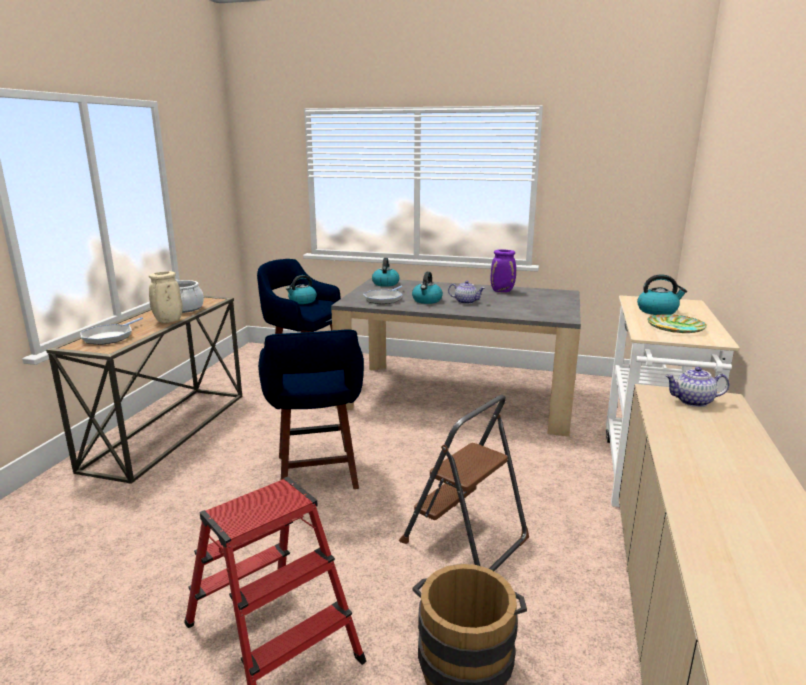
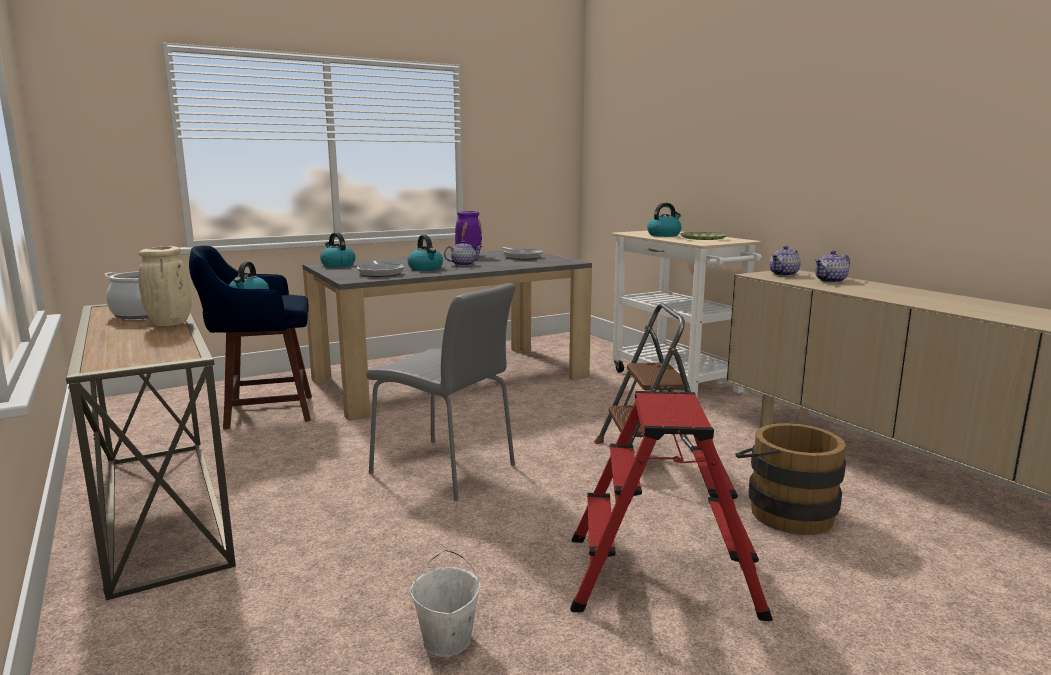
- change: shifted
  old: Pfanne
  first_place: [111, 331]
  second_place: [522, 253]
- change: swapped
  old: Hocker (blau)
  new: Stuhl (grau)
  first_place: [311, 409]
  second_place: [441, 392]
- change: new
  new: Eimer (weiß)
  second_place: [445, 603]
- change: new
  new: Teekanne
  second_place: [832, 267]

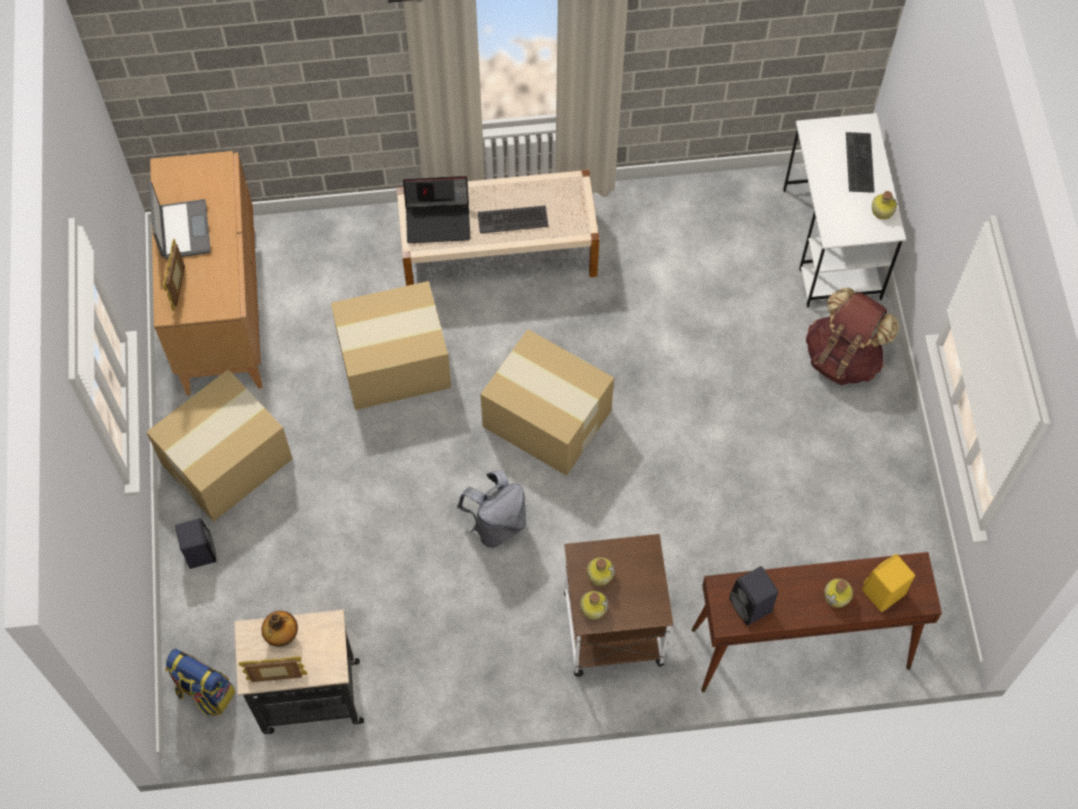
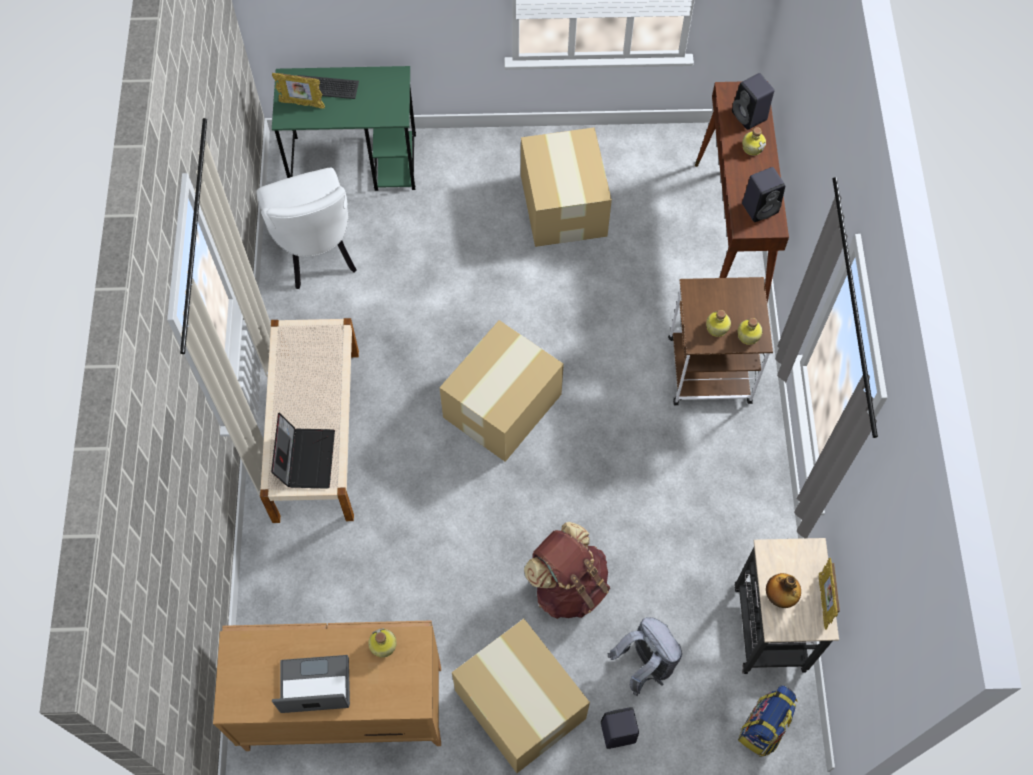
- change: shifted
  old: Bilderrahmen
  first_place: [174, 275]
  second_place: [298, 90]
- change: shifted
  old: Karton
  first_place: [391, 345]
  second_place: [566, 187]
- change: shifted
  old: Rucksack (grau)
  first_place: [491, 509]
  second_place: [645, 657]
- change: gone
  old: Tastatur
  first_place: [513, 219]
- change: repainted
  old: Schreibtisch (weiß)
  new: Schreibtisch (grün)
  first_place: [844, 210]
  second_place: [344, 128]
- change: shifted
  old: Rucksack (braun)
  first_place: [852, 336]
  second_place: [567, 570]
- change: repainted
  old: Lautsprecher (gelb)
  new: Lautsprecher (schwarz)
  first_place: [888, 583]
  second_place: [753, 101]
- change: shifted
  old: Flasche
  first_place: [884, 205]
  second_place: [382, 643]
- change: new
  new: Stuhl (weiß)
  second_place: [306, 228]

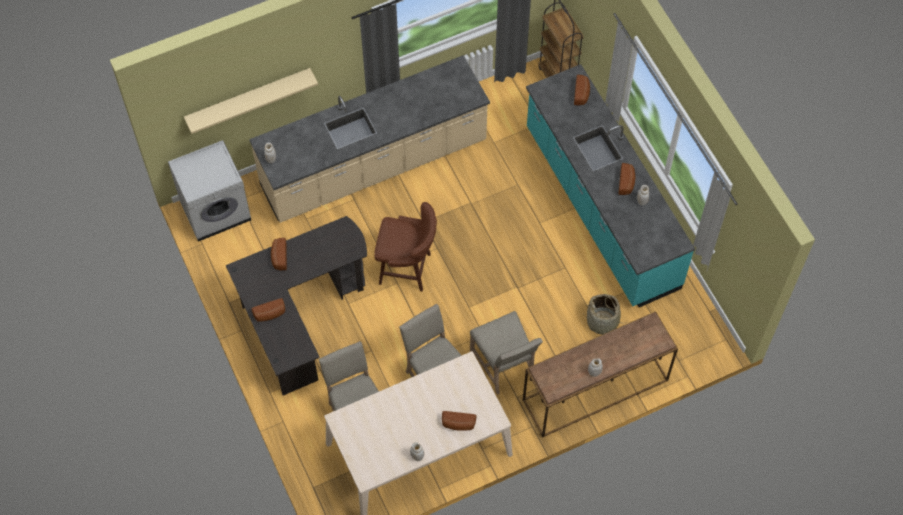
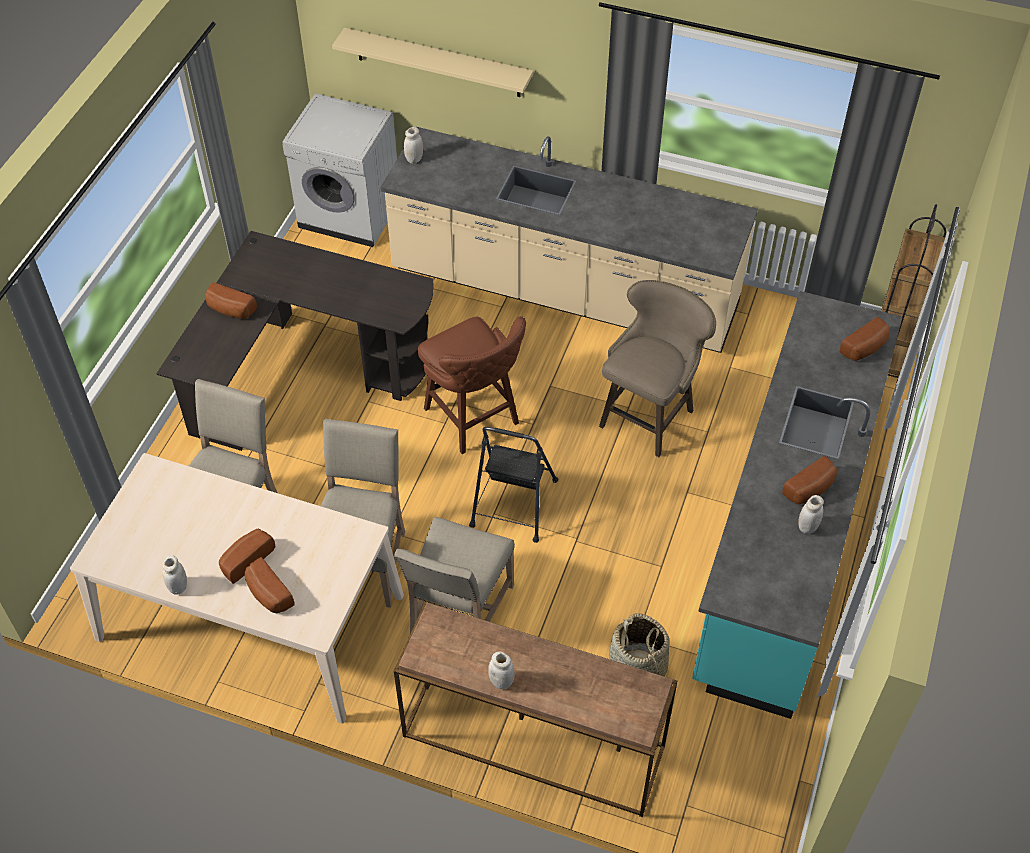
- change: shifted
  old: Brot
  first_place: [279, 254]
  second_place: [247, 556]
- change: new
  new: Trittleiter (schwarz)
  second_place: [514, 485]
- change: new
  new: Hocker (beige)
  second_place: [657, 368]

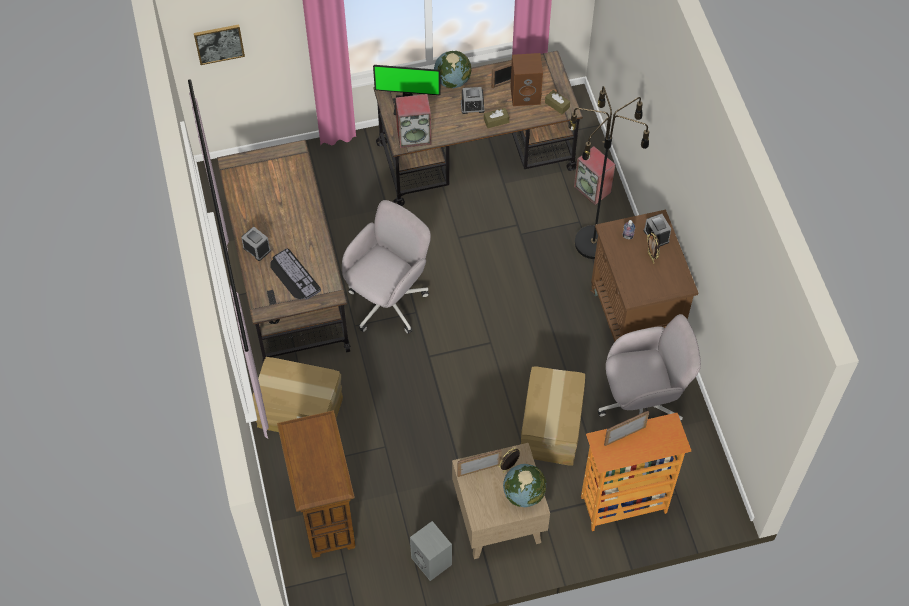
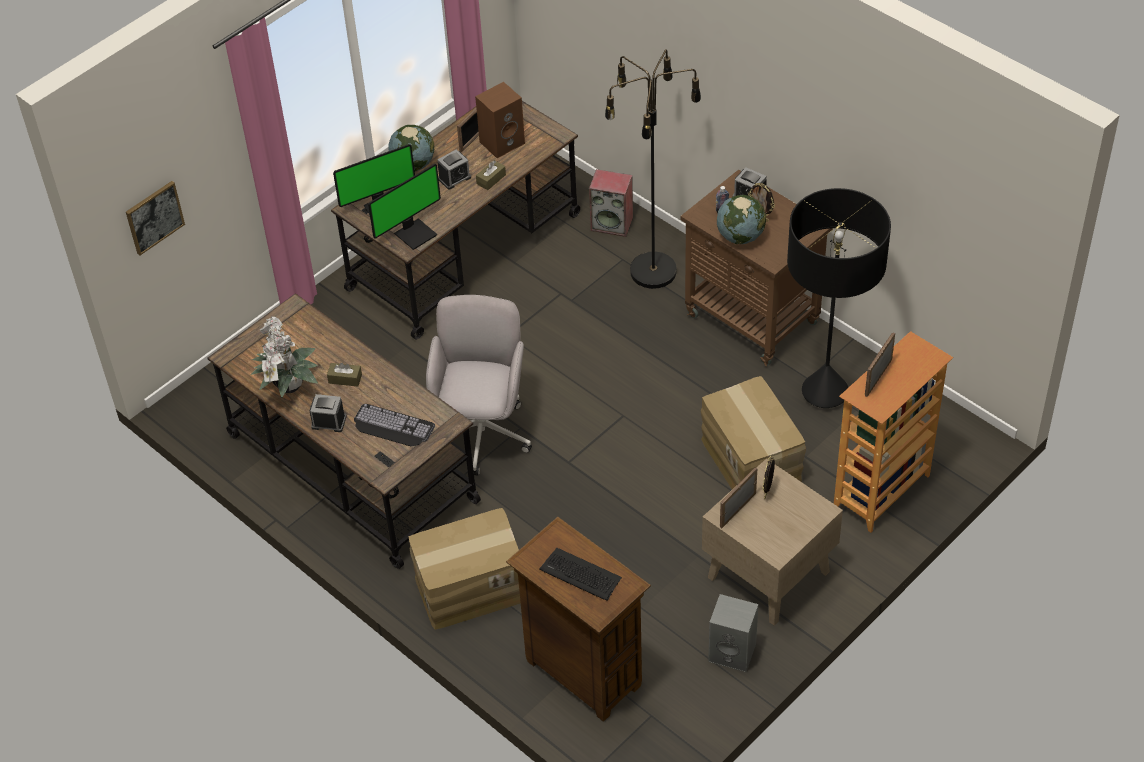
- change: swapped
  old: Lautsprecher
  new: Monitor
  first_place: [413, 121]
  second_place: [404, 207]
- change: shifted
  old: Globus
  first_place: [524, 485]
  second_place: [741, 220]
- change: shifted
  old: Taschentuchbox (braun)
  first_place: [557, 102]
  second_place: [344, 375]
- change: swapped
  old: Bürostuhl (grau)
  new: Stehlampe (schwarz)
  first_place: [649, 368]
  second_place: [839, 298]
- change: new
  new: Topfpflanze
  second_place: [284, 357]
- change: new
  new: Tastatur
  second_place: [580, 574]

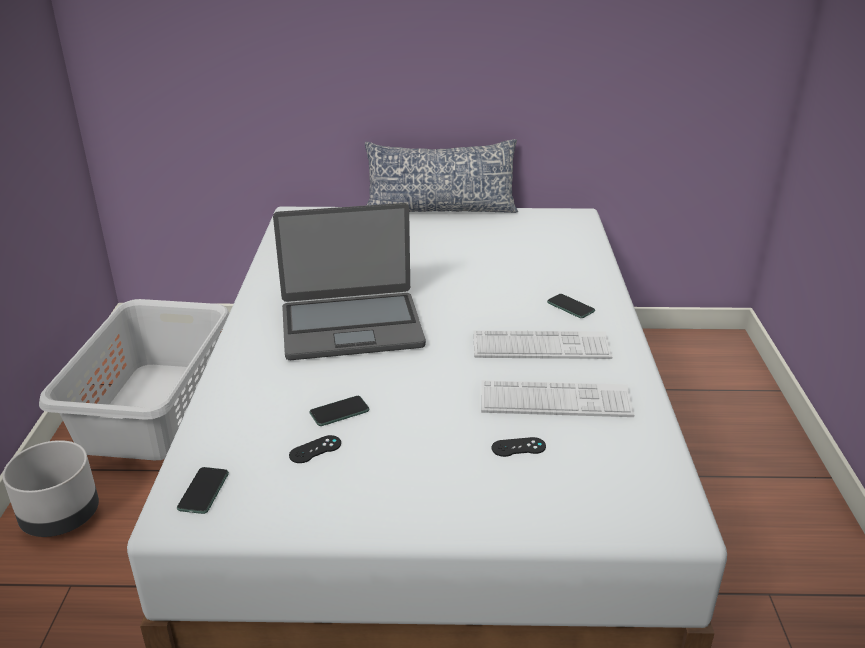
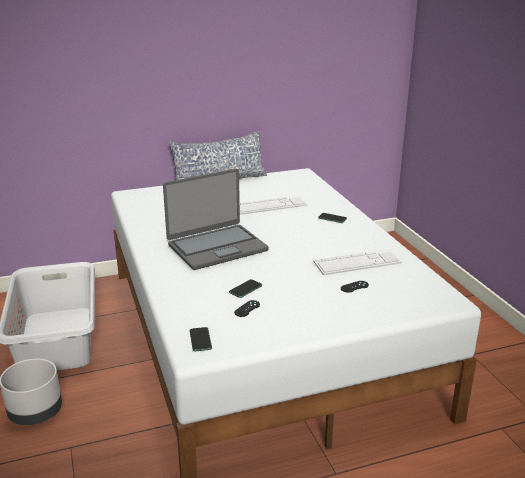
- change: shifted
  old: Tastatur
  first_place: [542, 344]
  second_place: [273, 205]

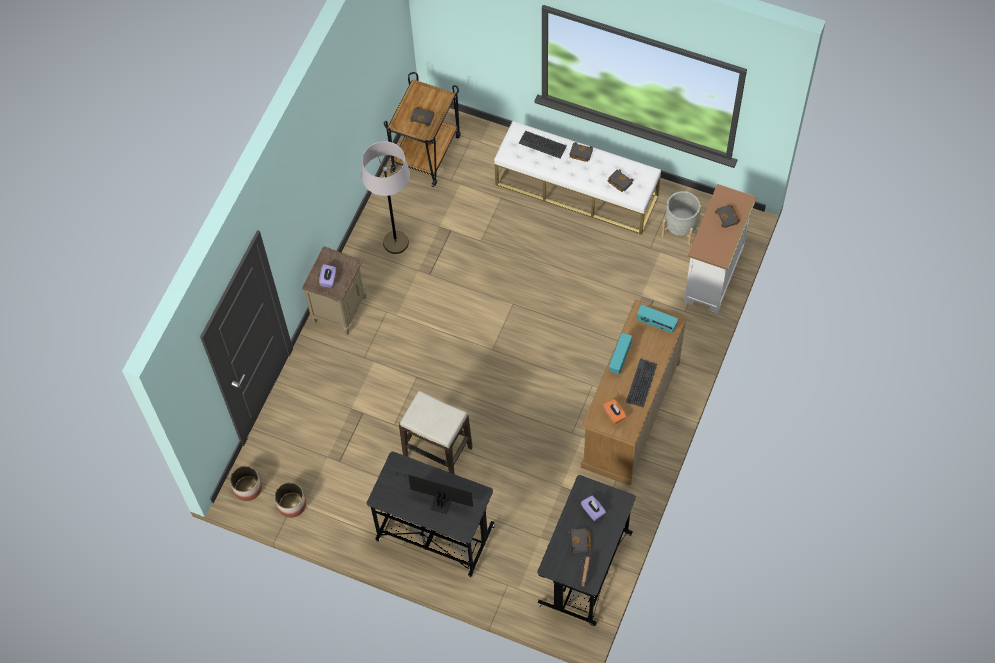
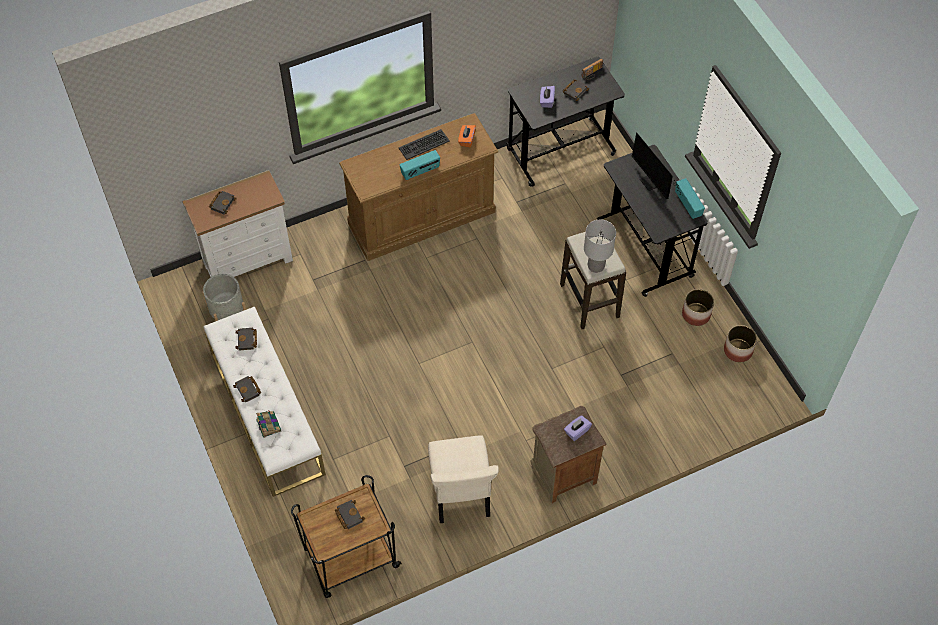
- change: shifted
  old: Pflanzkübel
  first_place: [246, 483]
  second_place: [698, 307]
- change: swapped
  old: Stehlampe (grau)
  new: Stuhl (beige)
  first_place: [386, 197]
  second_place: [463, 479]
- change: swapped
  old: Tastatur
  new: Buch
  first_place: [543, 144]
  second_place: [268, 424]
- change: shifted
  old: Radio
  first_place: [657, 318]
  second_place: [690, 198]
- change: new
  new: Tischlampe (grau)
  second_place: [600, 246]

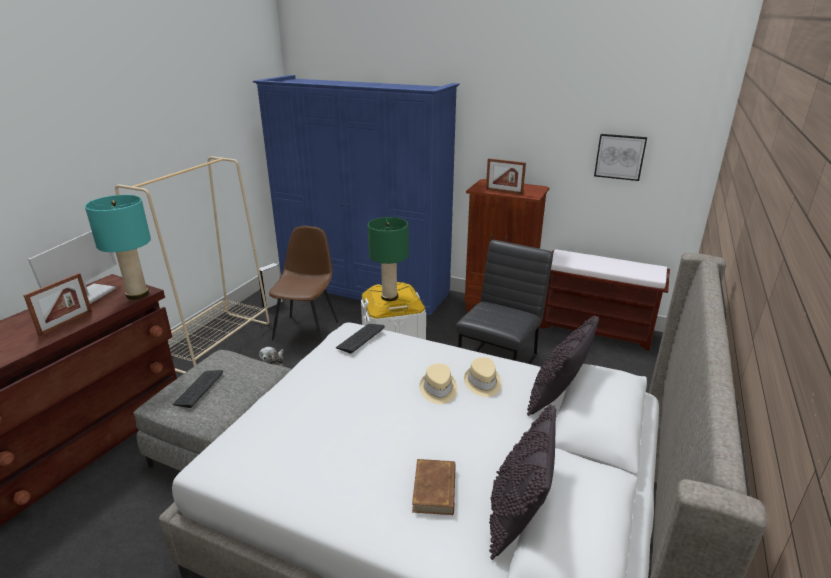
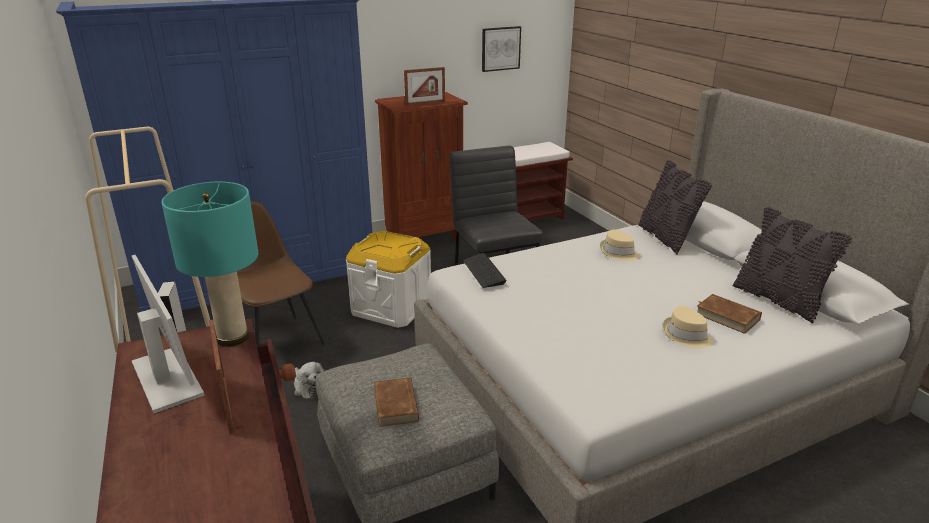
- change: swapped
  old: Tastatur
  new: Buch (braun)
  first_place: [198, 389]
  second_place: [396, 402]
- change: gone
  old: Tischlampe (grün)
  first_place: [388, 259]
- change: shifted
  old: Hut (beige)
  first_place: [438, 384]
  second_place: [688, 327]

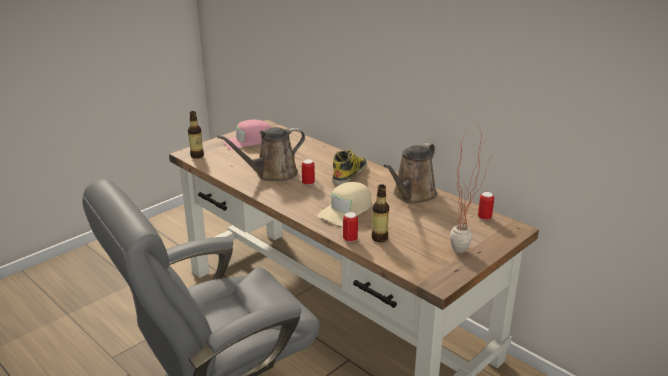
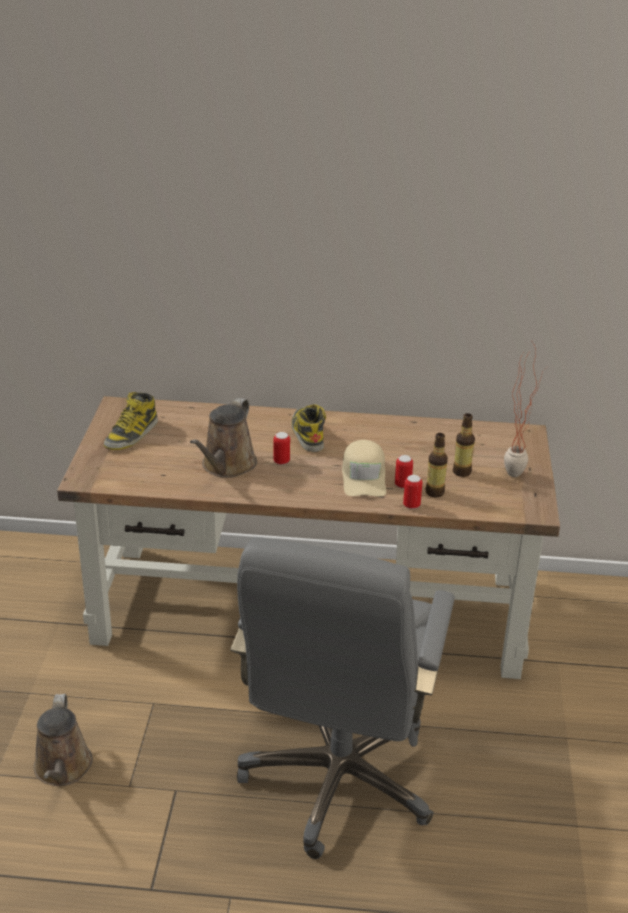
- change: shifted
  old: Flasche
  first_place: [196, 135]
  second_place: [464, 445]
- change: swapped
  old: Kappe (rosa)
  new: Stiefel
  first_place: [247, 135]
  second_place: [131, 421]
- change: shifted
  old: Gießkanne (braun)
  first_place: [410, 172]
  second_place: [63, 740]
- change: shifted
  old: Dose
  first_place: [486, 206]
  second_place: [404, 471]

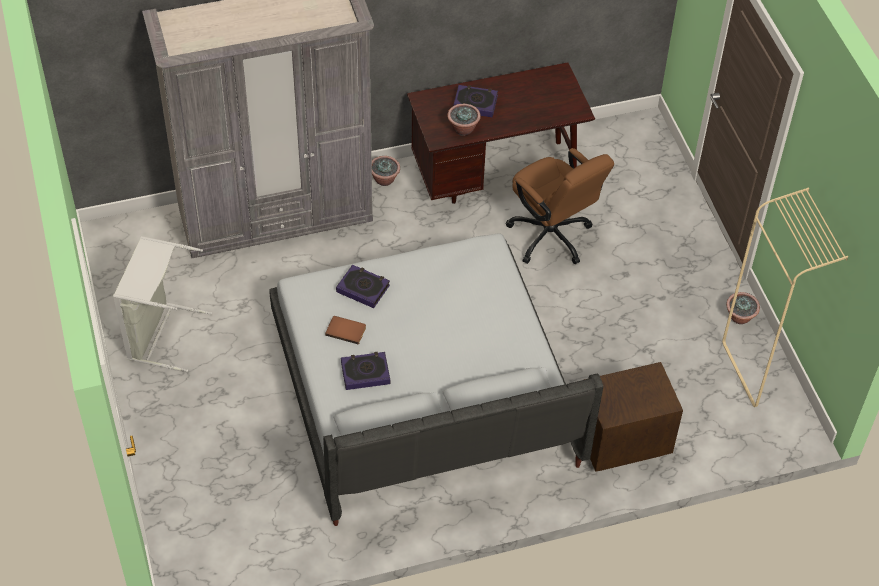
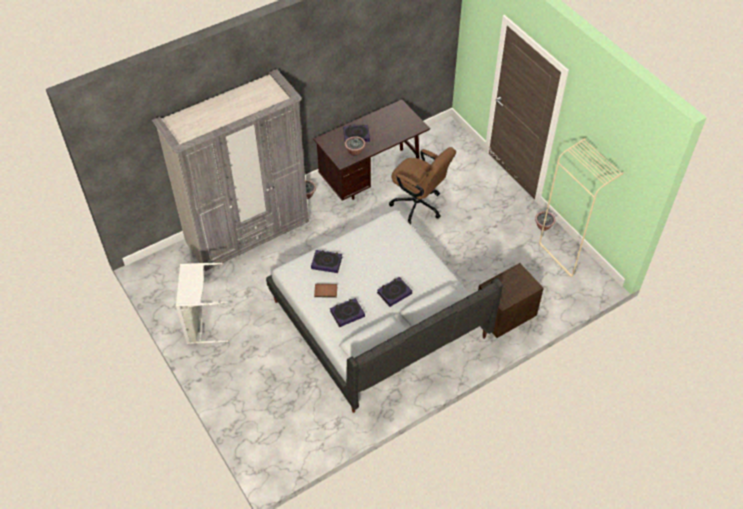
- change: new
  new: Buch
  second_place: [394, 292]

